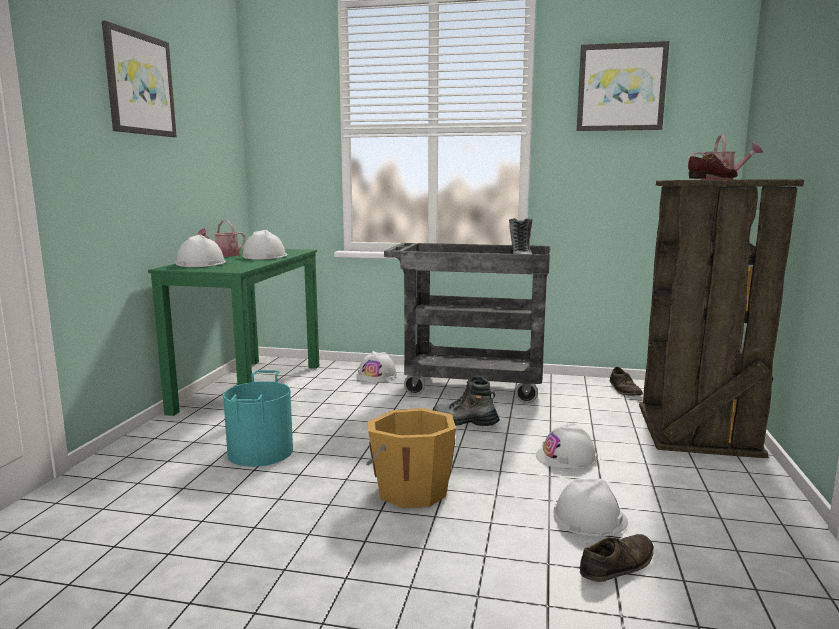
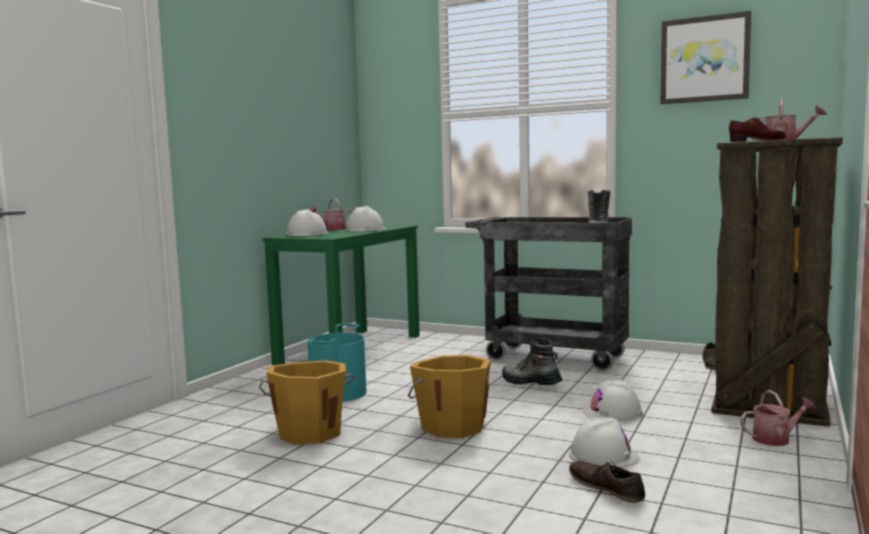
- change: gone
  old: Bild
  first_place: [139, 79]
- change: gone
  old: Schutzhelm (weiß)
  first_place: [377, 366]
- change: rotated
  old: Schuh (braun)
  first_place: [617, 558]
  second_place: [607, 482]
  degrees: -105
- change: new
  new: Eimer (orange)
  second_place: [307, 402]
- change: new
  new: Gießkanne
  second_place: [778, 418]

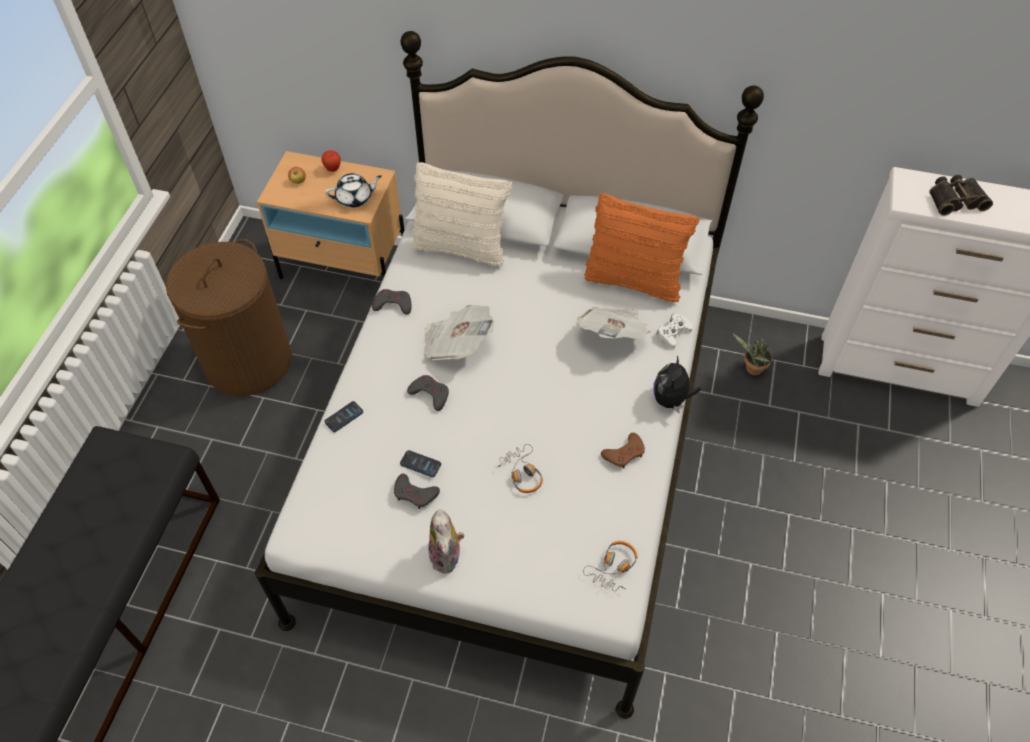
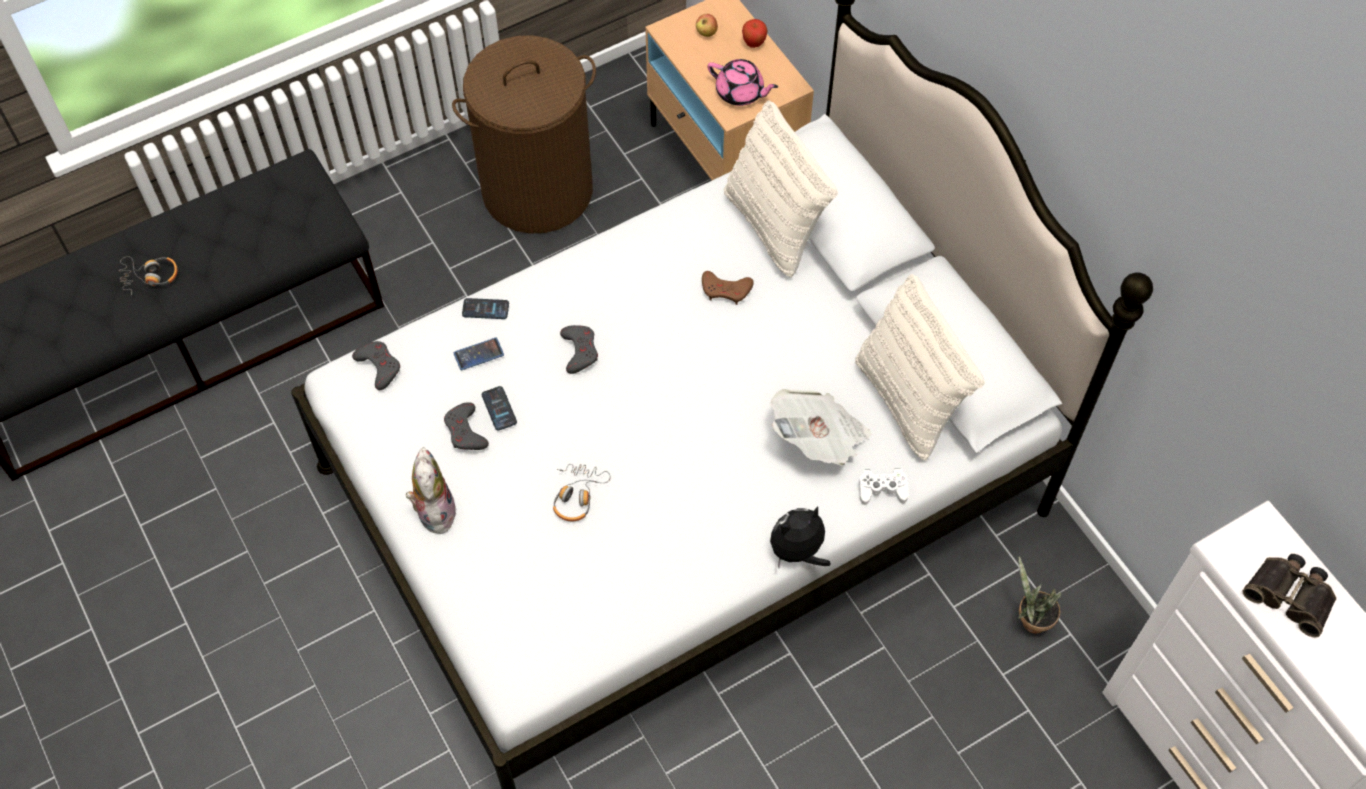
- change: repainted
  old: Teekanne (weiß)
  new: Teekanne (rosa)
  first_place: [353, 190]
  second_place: [742, 82]
- change: shifted
  old: Gamepad (grau)
  first_place: [392, 301]
  second_place: [376, 365]
- change: gone
  old: Zeitung
  first_place: [459, 332]
- change: rotated
  old: Plüschtier
  first_place: [446, 541]
  second_place: [431, 490]
  degrees: 135
- change: shifted
  old: Kopfhörer
  first_place: [610, 566]
  second_place: [149, 275]
- change: repainted
  old: Kissen (orange)
  new: Kissen (beige)
  first_place: [642, 247]
  second_place: [920, 367]
- change: shifted
  old: Gamepad (braun)
  first_place: [623, 451]
  second_place: [728, 288]
- change: new
  new: Handy
  second_place: [479, 353]

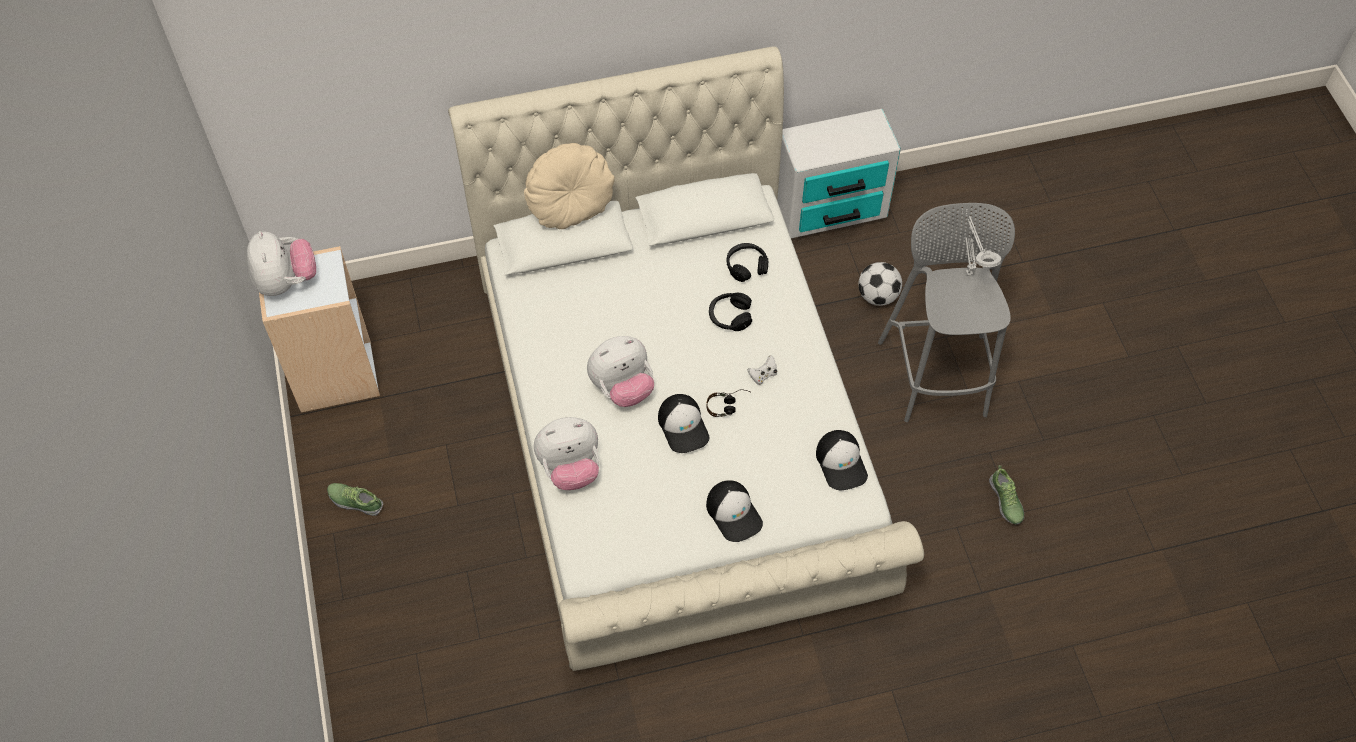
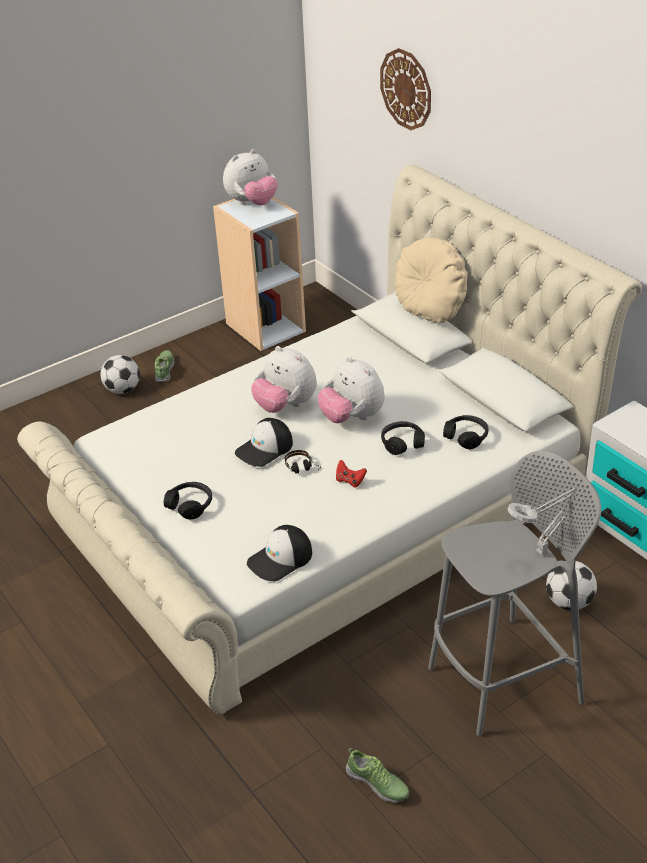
- change: shifted
  old: Plüschtier
  first_place: [566, 453]
  second_place: [351, 390]
- change: swapped
  old: Kappe
  new: Kopfhörer (schwarz)
  first_place: [734, 511]
  second_place: [188, 501]
- change: repainted
  old: Gamepad (weiß)
  new: Gamepad (rot)
  first_place: [762, 370]
  second_place: [351, 473]
- change: rotated
  old: Schuh
  first_place: [1006, 495]
  second_place: [377, 775]
  degrees: -105
- change: new
  new: Fußball
  second_place: [120, 374]
- change: new
  new: Wanduhr
  second_place: [405, 89]

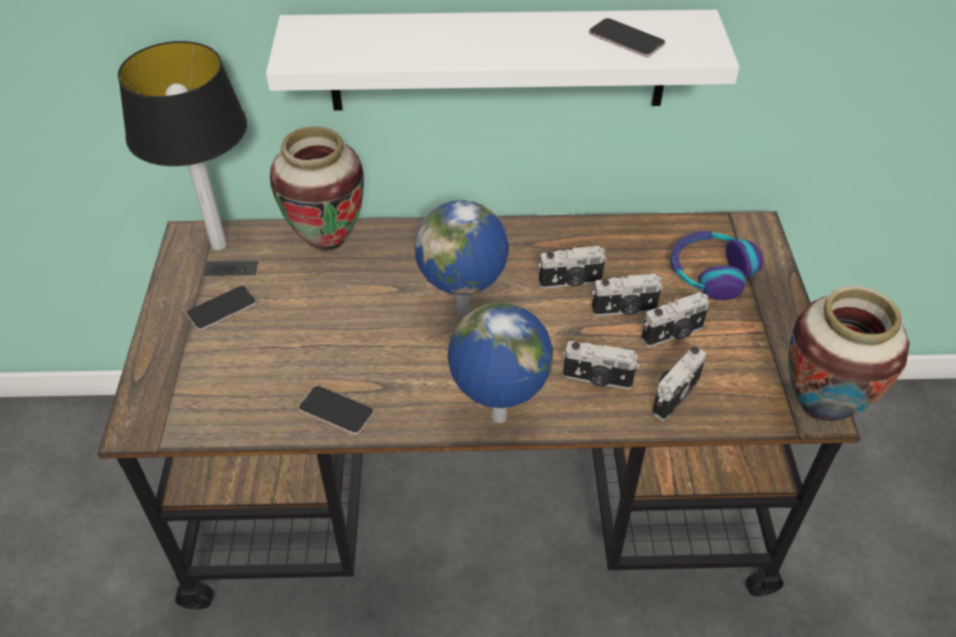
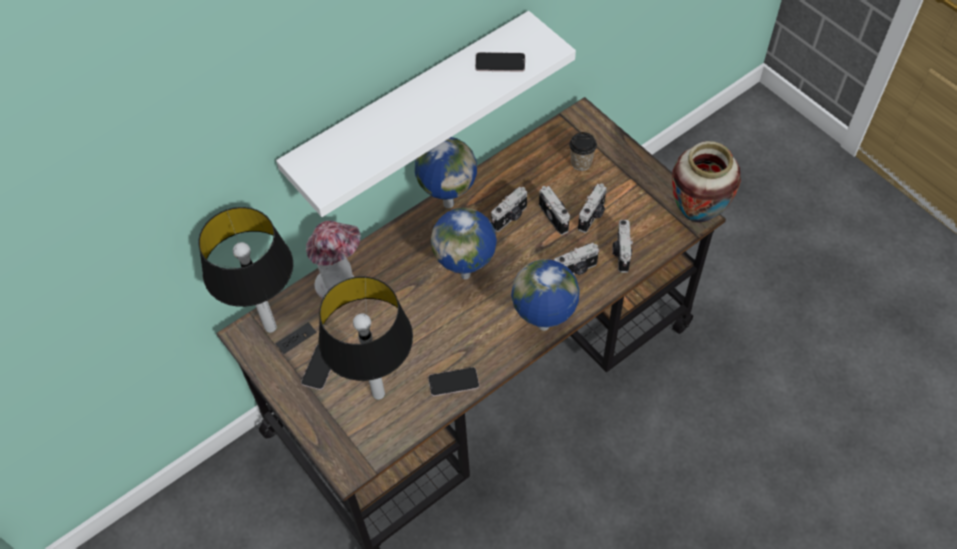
- change: swapped
  old: Vase
  new: Hut
  first_place: [317, 189]
  second_place: [333, 259]
- change: rotated
  old: Kamera
  first_place: [627, 294]
  second_place: [554, 210]
  degrees: -75
- change: swapped
  old: Kopfhörer
  new: Tasse
  first_place: [717, 265]
  second_place: [583, 151]
- change: new
  new: Tischlampe
  second_place: [365, 338]
- change: new
  new: Globus
  second_place: [446, 172]

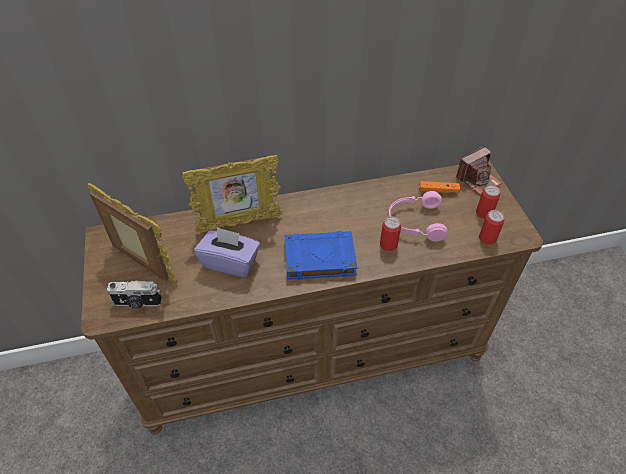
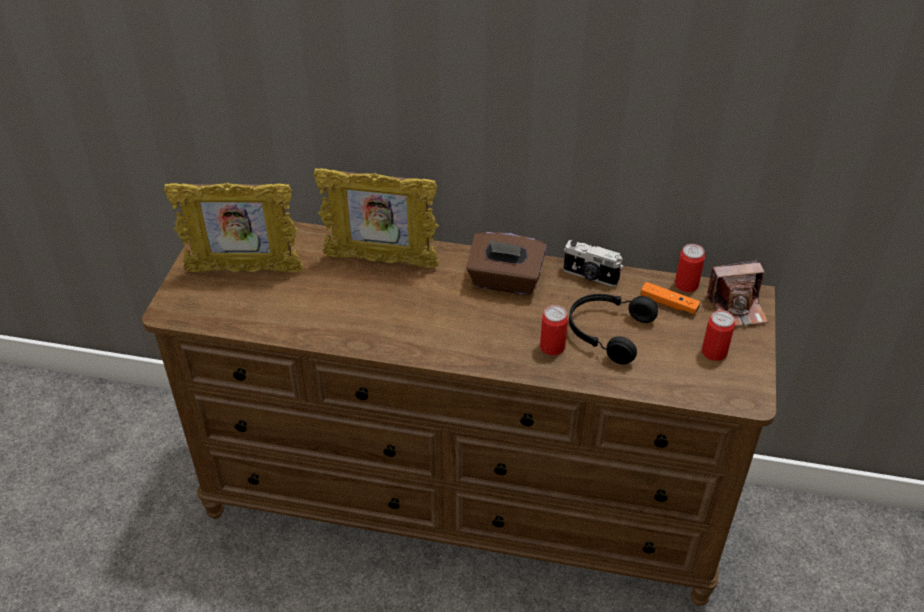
- change: rotated
  old: Bilderrahmen
  first_place: [132, 233]
  second_place: [233, 228]
  degrees: 120
- change: shifted
  old: Kamera
  first_place: [134, 294]
  second_place: [593, 263]
- change: gone
  old: Taschentuchbox (lila)
  first_place: [227, 252]
- change: gone
  old: Buch (blau)
  first_place: [321, 255]
- change: repainted
  old: Kopfhörer (rosa)
  new: Kopfhörer (schwarz)
  first_place: [418, 216]
  second_place: [613, 329]
- change: shifted
  old: Dose
  first_place: [492, 227]
  second_place: [690, 268]
- change: new
  new: Taschentuchbox (braun)
  second_place: [506, 263]

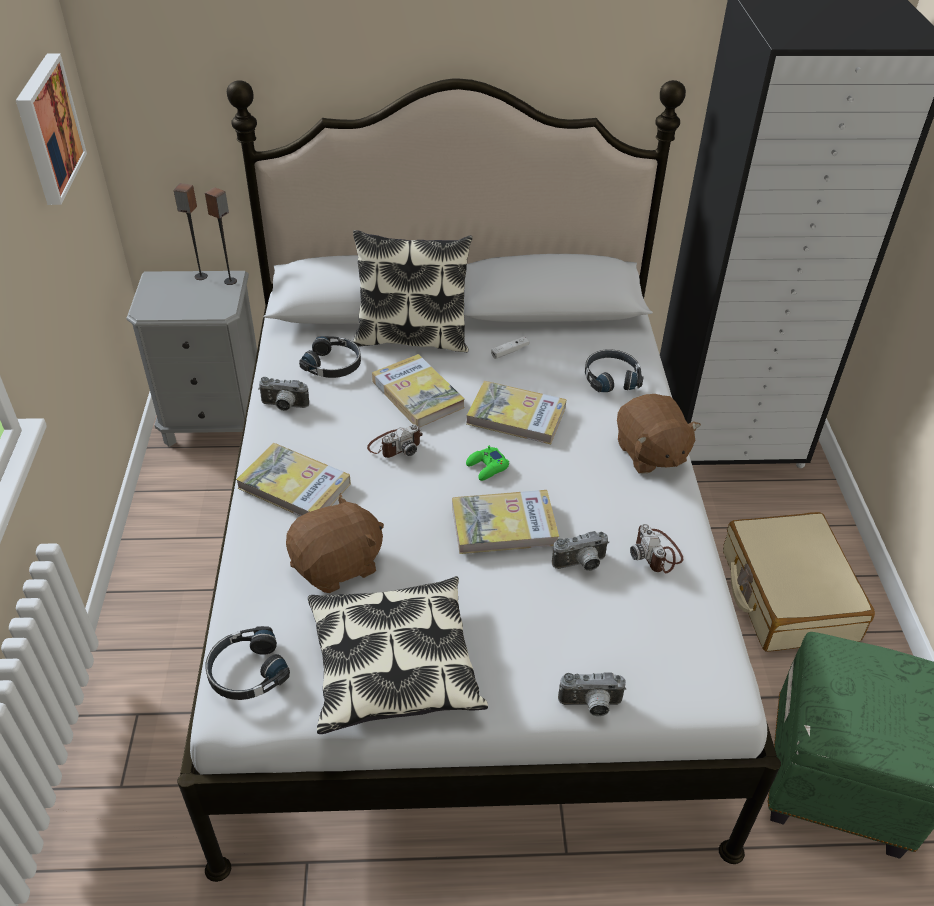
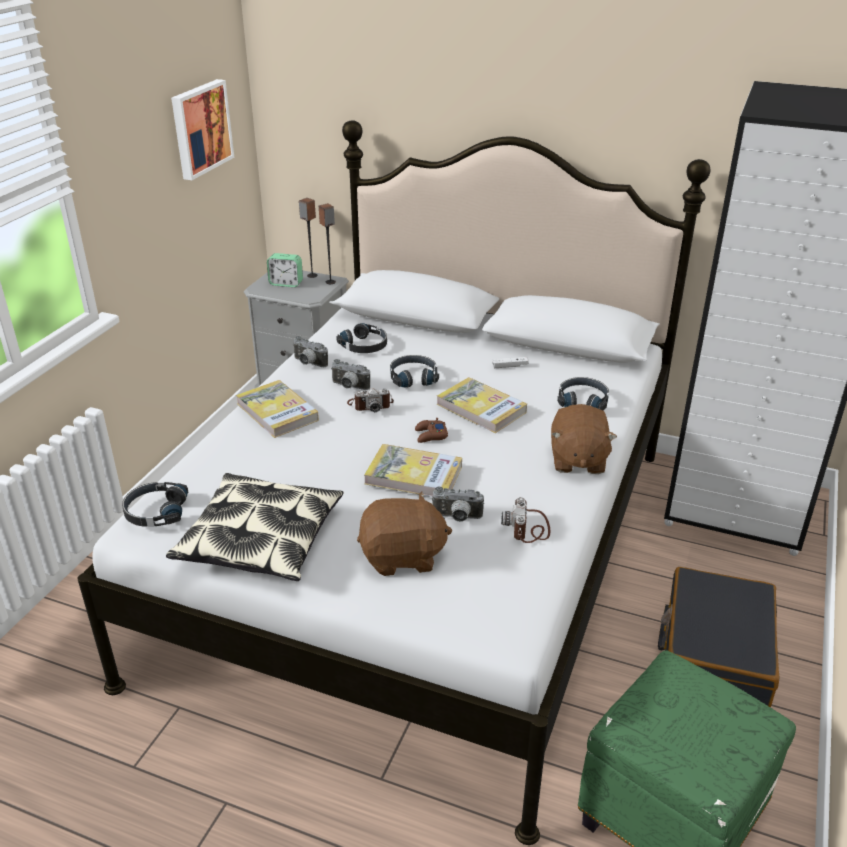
- change: shifted
  old: Plüschtier (braun)
  first_place: [335, 543]
  second_place: [405, 534]
- change: gone
  old: Kissen
  first_place: [413, 291]
- change: swapped
  old: Buch
  new: Kopfhörer (schwarz)
  first_place: [418, 391]
  second_place: [414, 371]
- change: repainted
  old: Gamepad (grün)
  new: Gamepad (braun)
  first_place: [487, 463]
  second_place: [431, 430]
- change: shifted
  old: Kamera
  first_place: [592, 695]
  second_place: [350, 374]
- change: repainted
  old: Koffer (beige)
  new: Koffer (schwarz)
  first_place: [799, 582]
  second_place: [718, 637]
- change: new
  new: Wecker
  second_place: [285, 270]

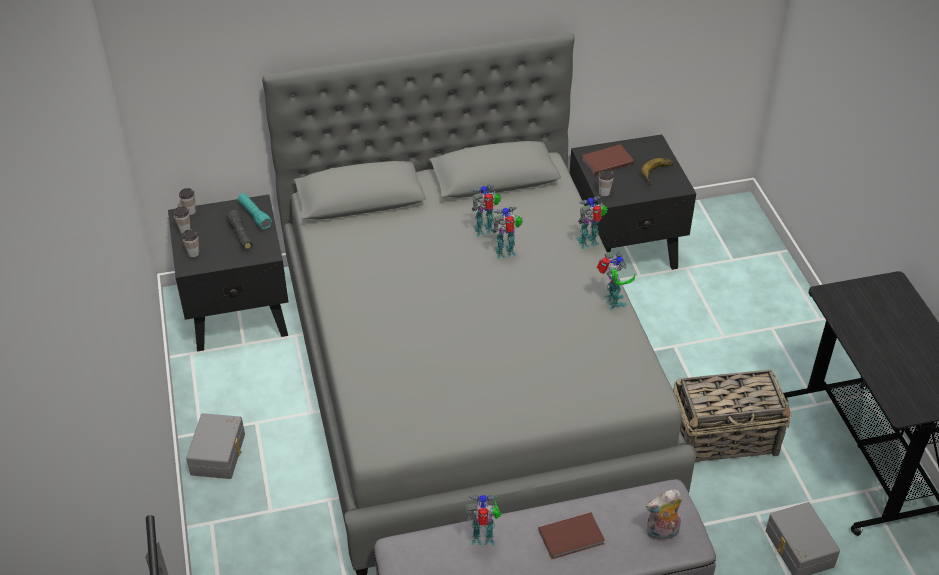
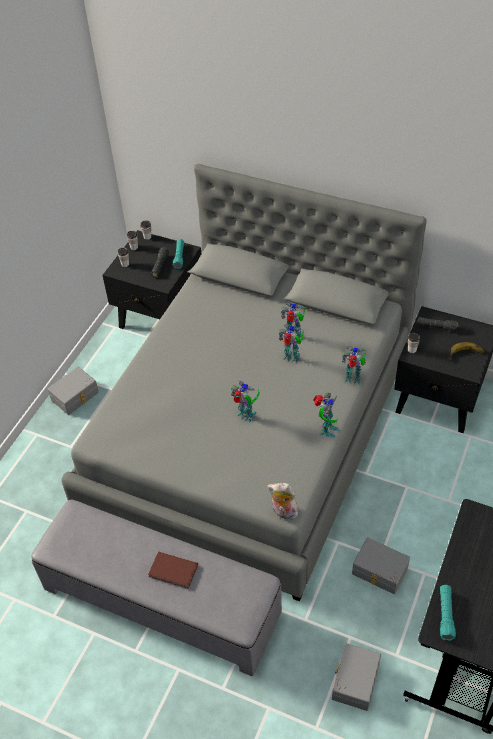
- change: shifted
  old: Spielzeugroboter
  first_place: [484, 520]
  second_place: [245, 402]
- change: swapped
  old: Buch (braun)
  new: Taschenlampe (schwarz)
  first_place: [608, 159]
  second_place: [438, 324]
- change: shifted
  old: Plüschtier
  first_place: [664, 515]
  second_place: [283, 501]
- change: swapped
  old: Korb
  new: Aufbewahrungsbox (grau)
  first_place: [732, 415]
  second_place: [381, 565]
- change: new
  new: Taschenlampe (türkis)
  second_place: [448, 613]

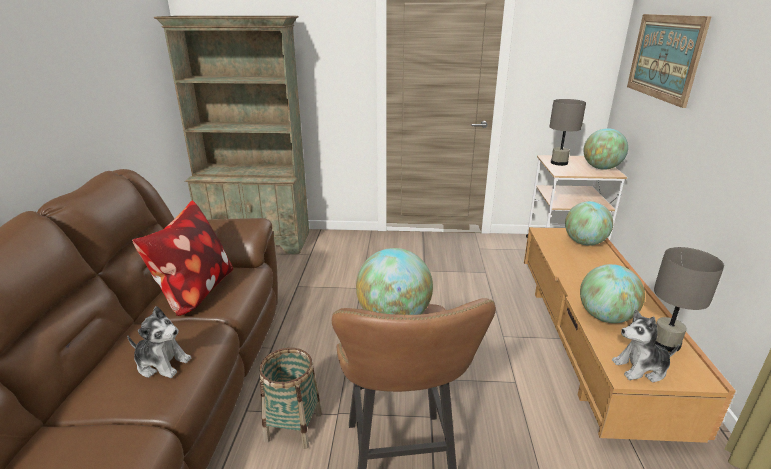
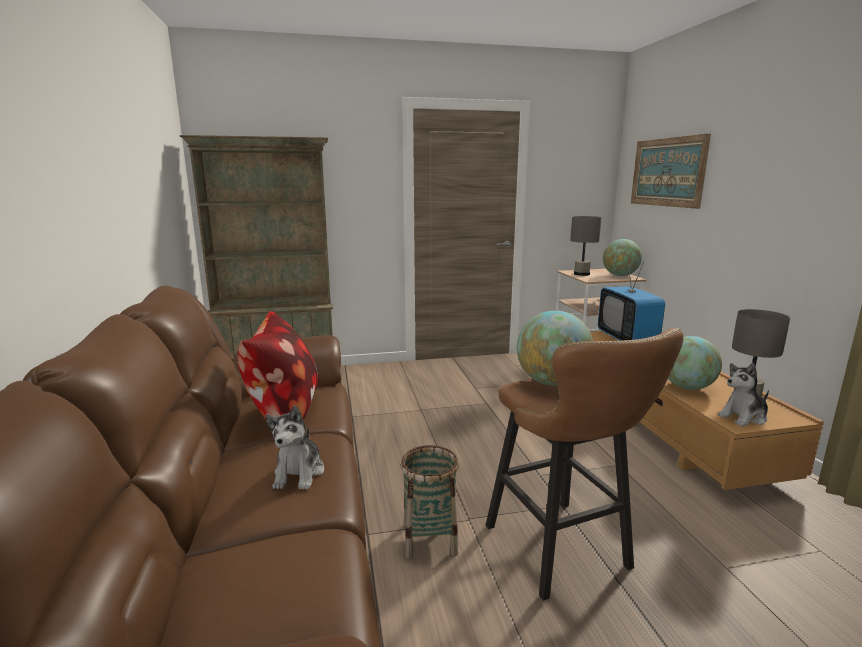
- change: rotated
  old: Plüschtier
  first_place: [159, 342]
  second_place: [294, 447]
  degrees: 90
- change: swapped
  old: Globus
  new: Fernseher
  first_place: [589, 223]
  second_place: [631, 299]

